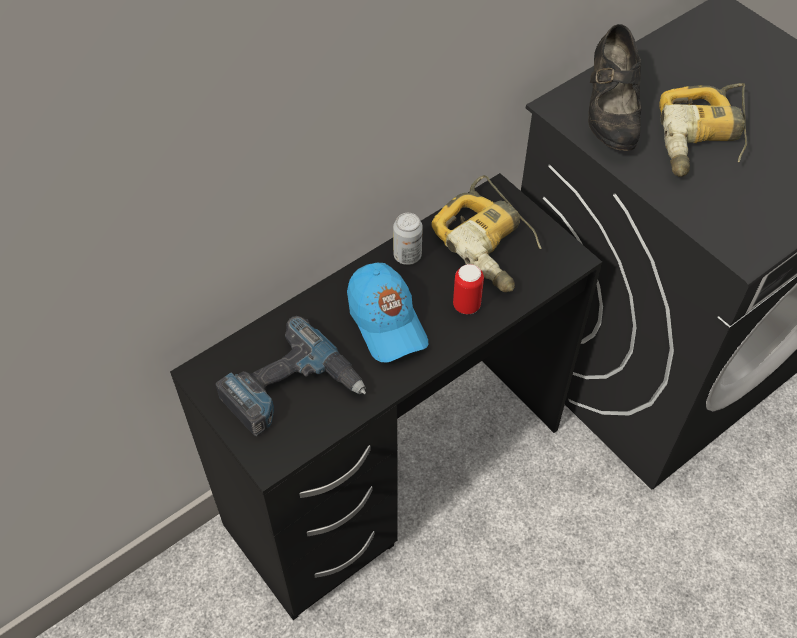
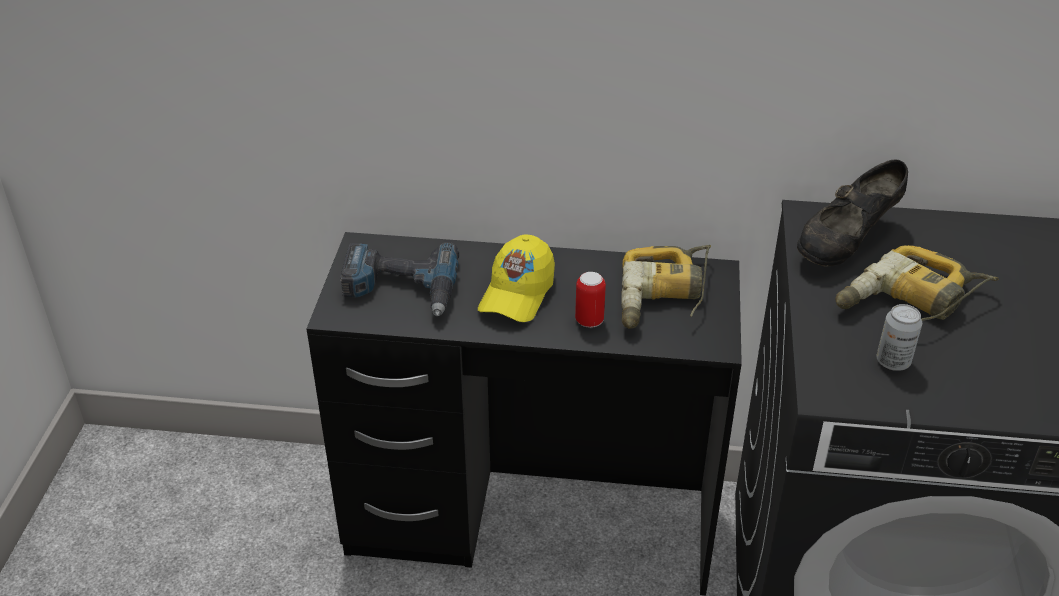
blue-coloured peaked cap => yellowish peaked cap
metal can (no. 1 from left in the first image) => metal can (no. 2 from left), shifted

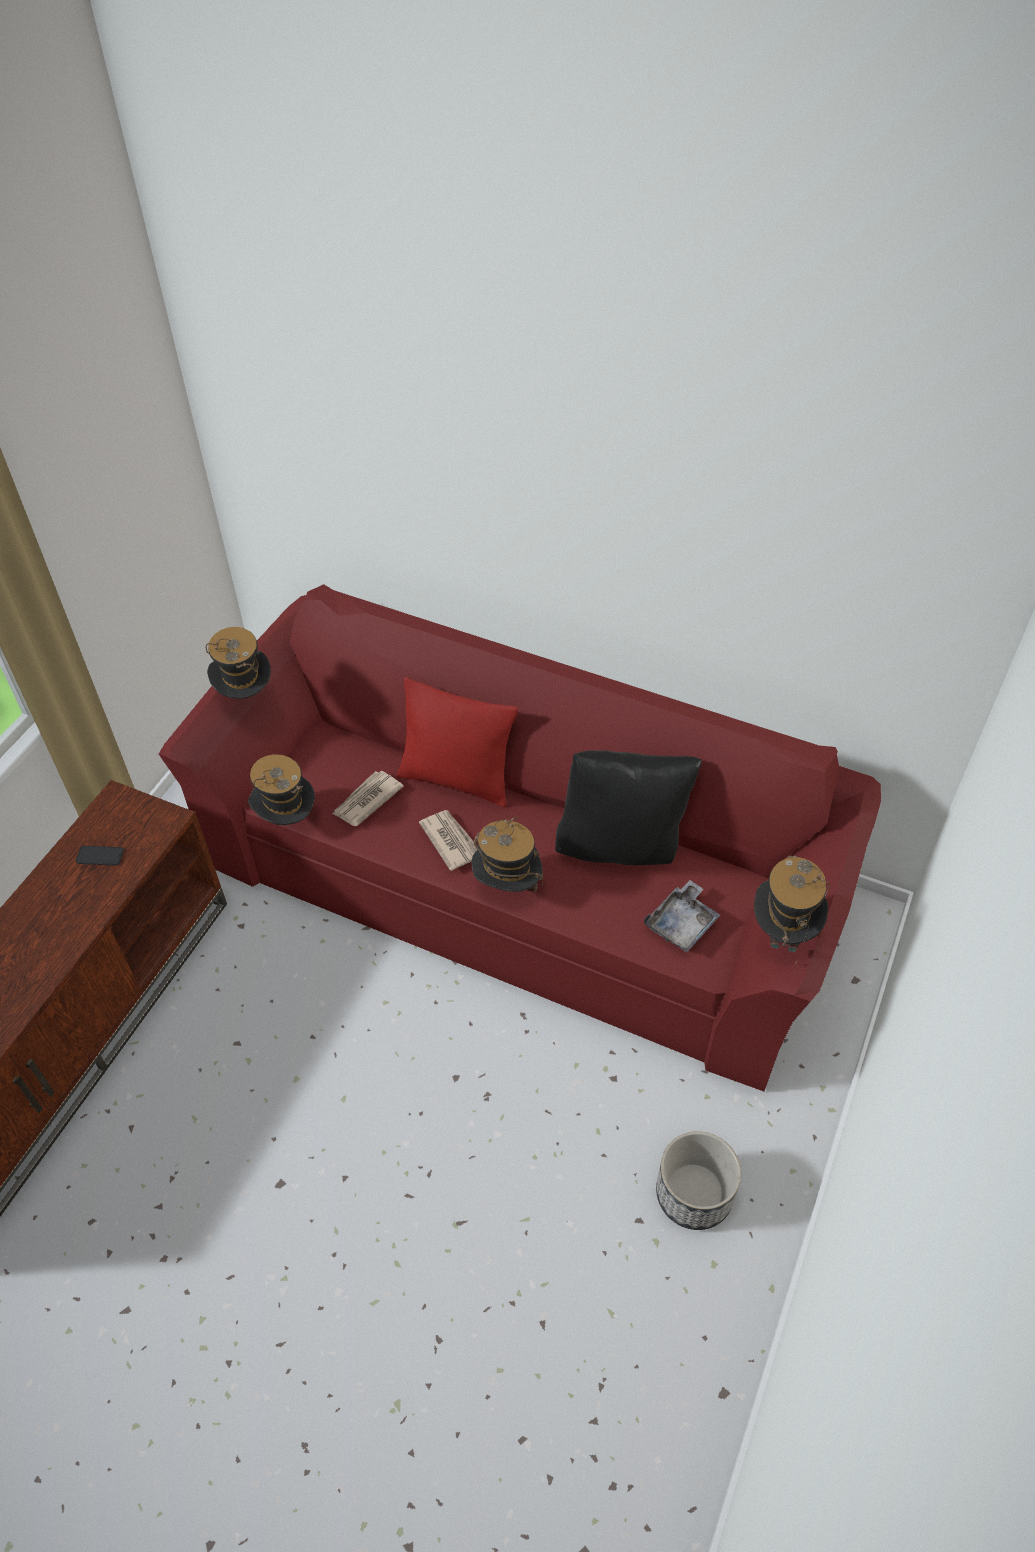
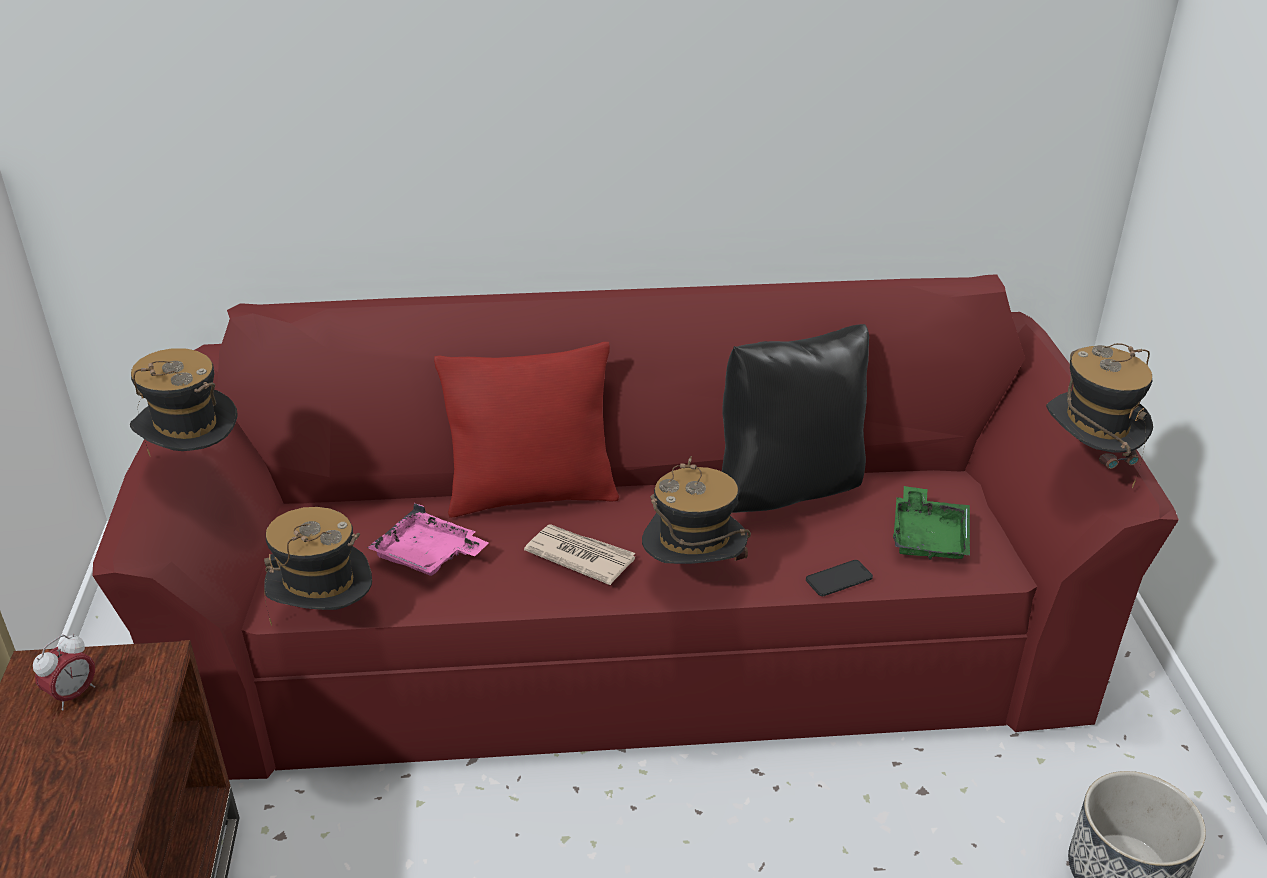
handset, shifted
daily paper (no. 1 from left) => pink serving tray
greyish serving tray => greenish serving tray
nothing => table clock

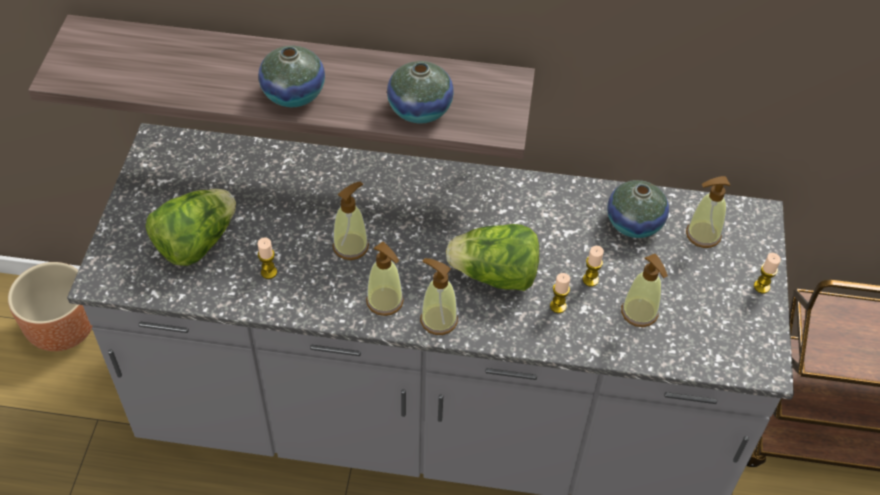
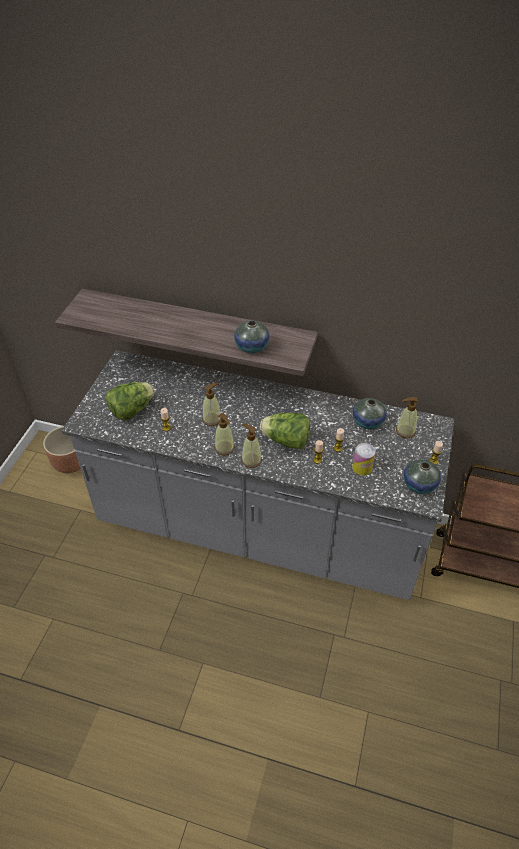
vase (no. 1 from left in the first image) => vase (no. 3 from left), shifted
soap dispenser (no. 4 from left) => metal can

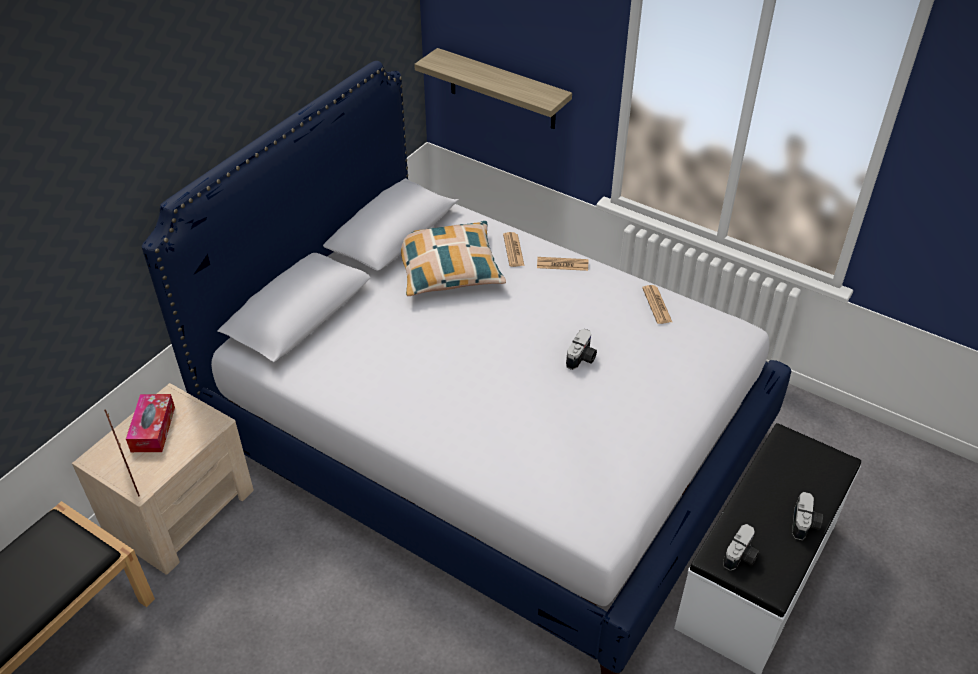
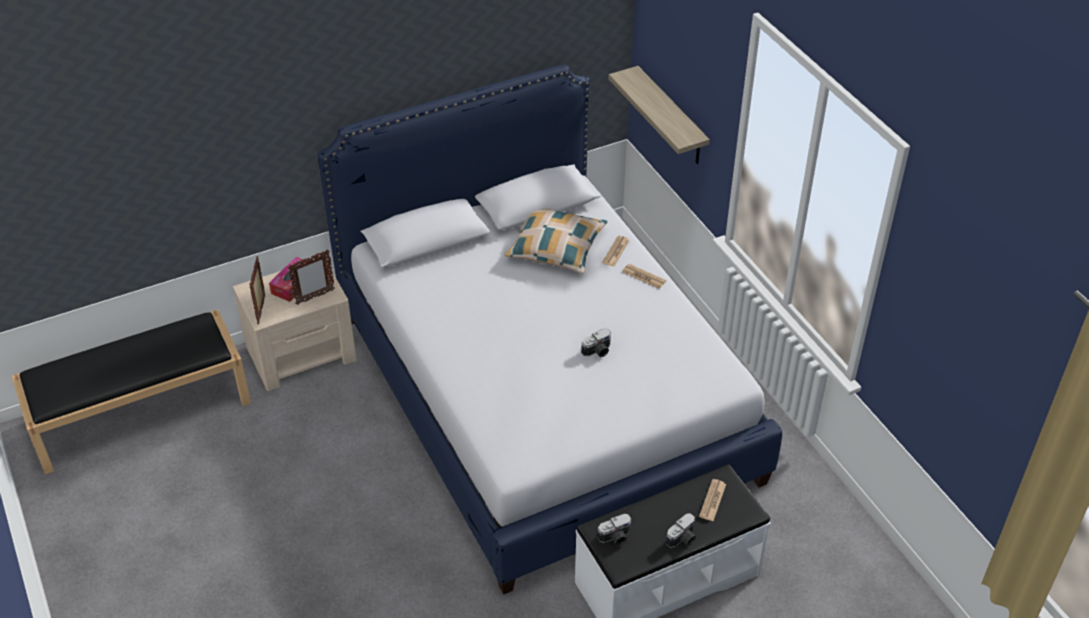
daily paper (no. 3 from left), shifted
nothing => photo frame (no. 2 from left)

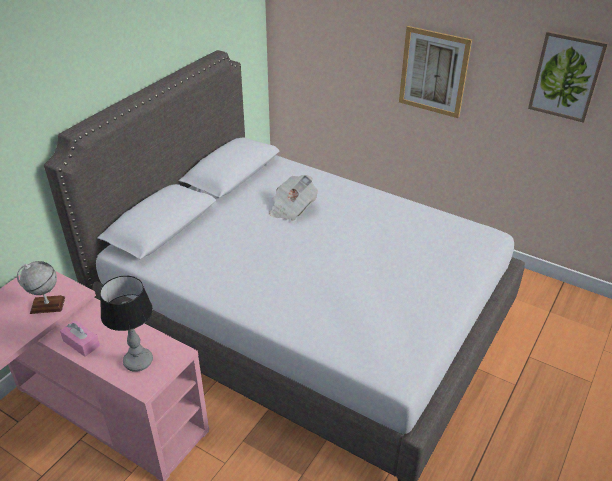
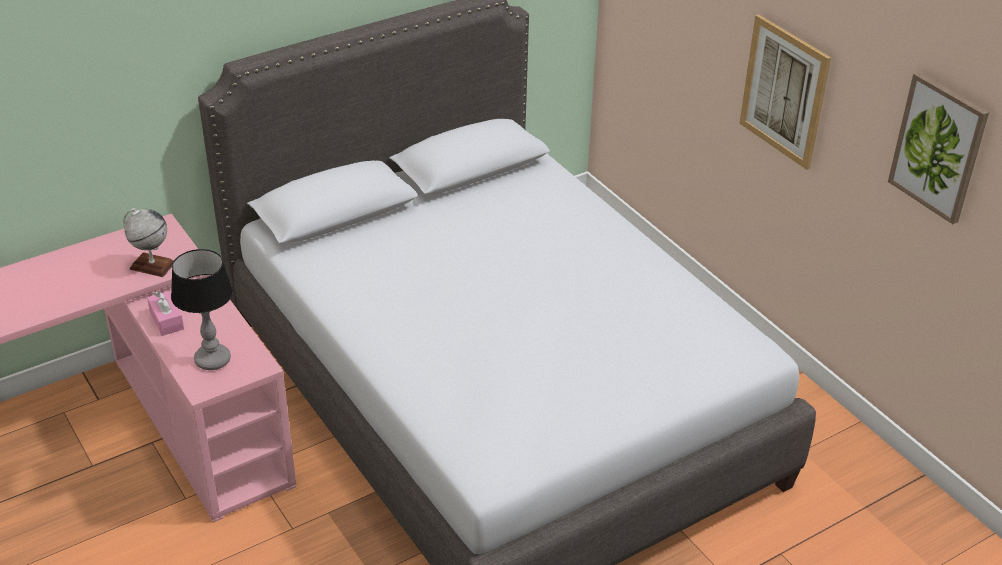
daily paper => nothing

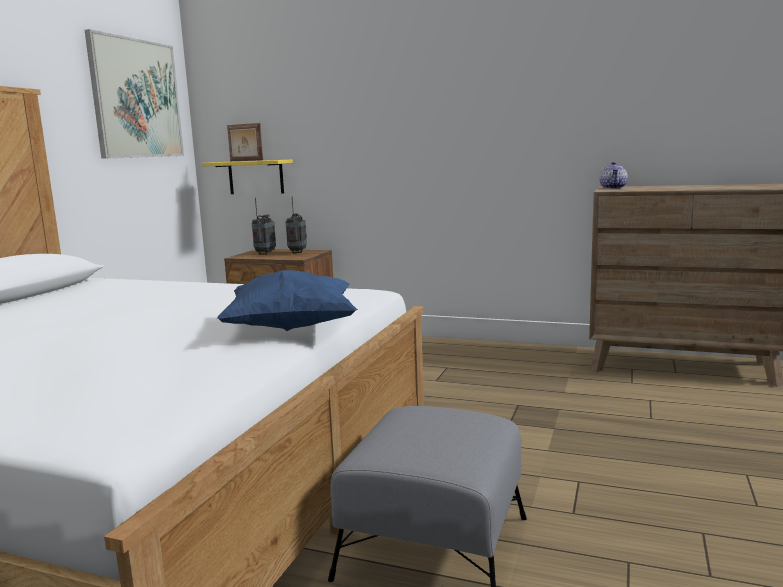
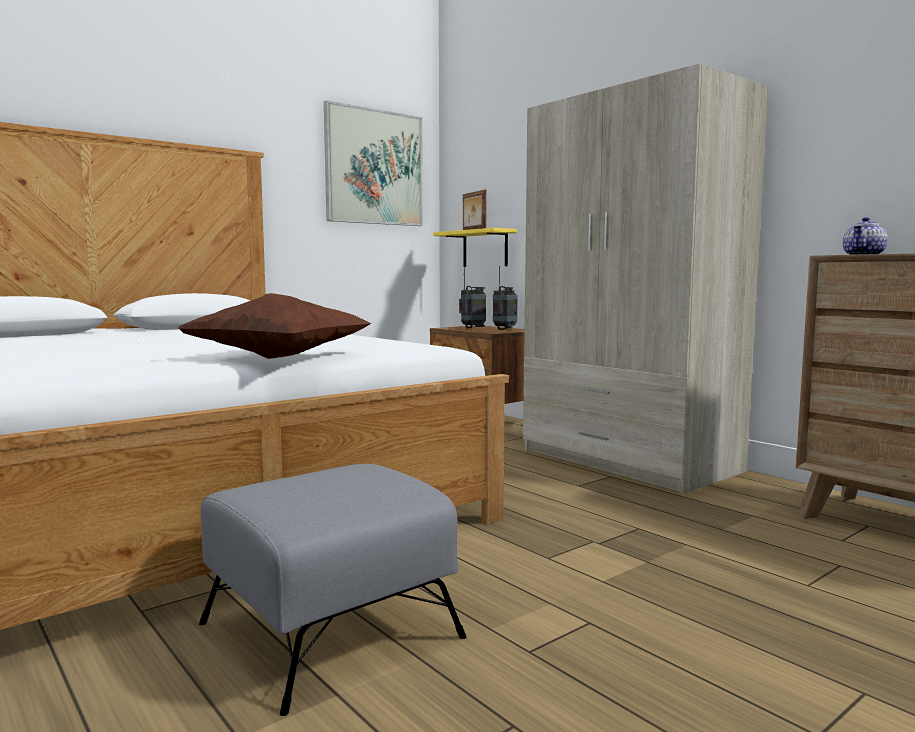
blue-coloured throw pillow => brownish throw pillow
nothing => beige-coloured clothes cupboard

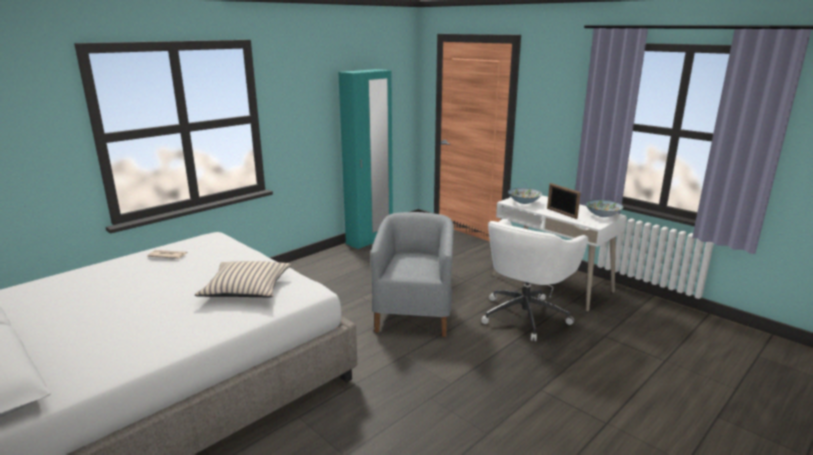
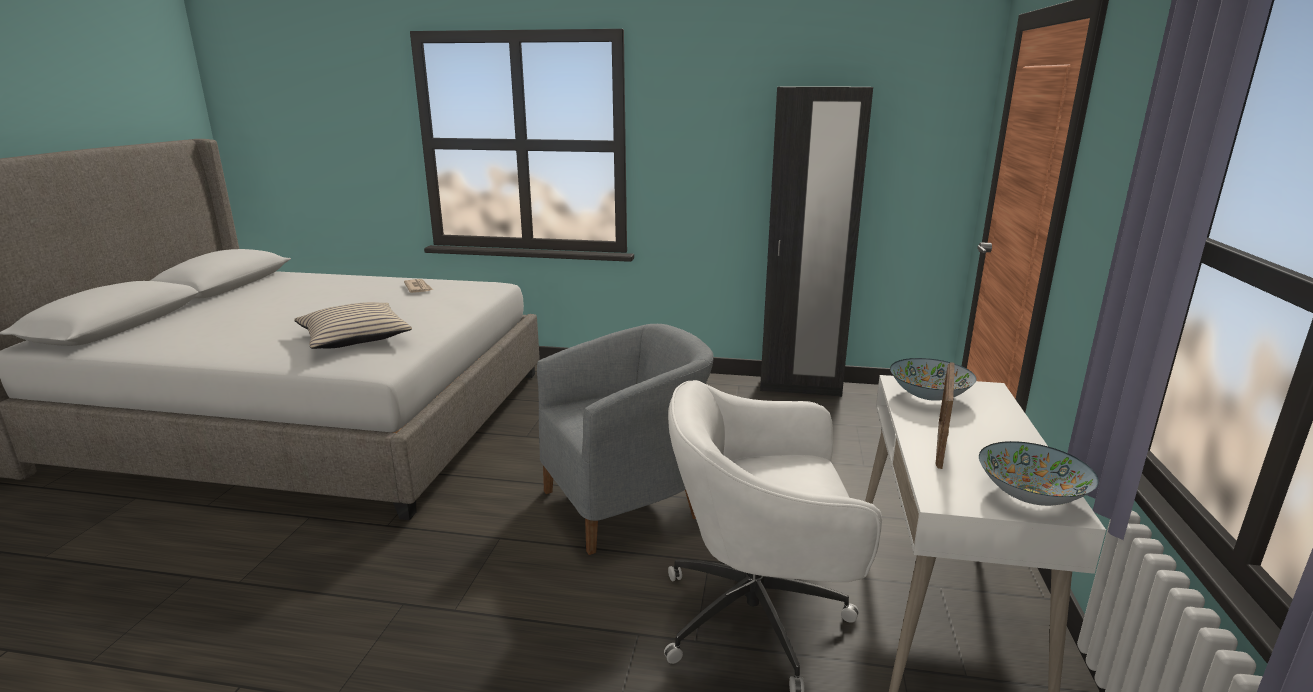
turquoise-coloured clothes cupboard => black-coloured clothes cupboard

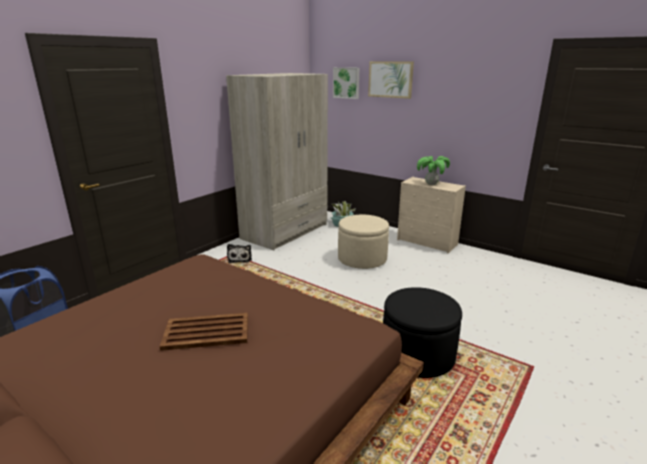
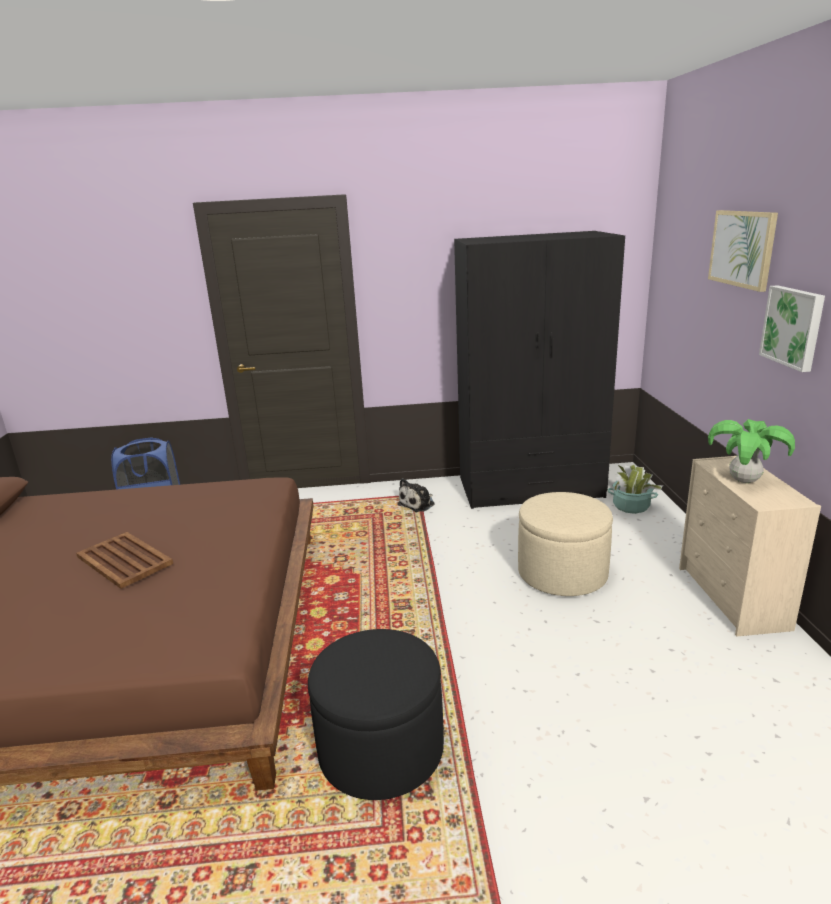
beige-coloured clothes cupboard => black-coloured clothes cupboard
wall art (no. 1 from left in the first image) => wall art (no. 2 from left), shifted

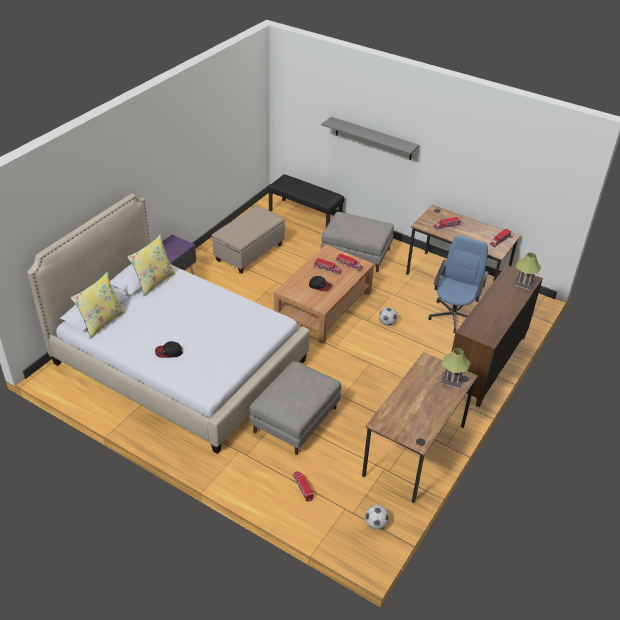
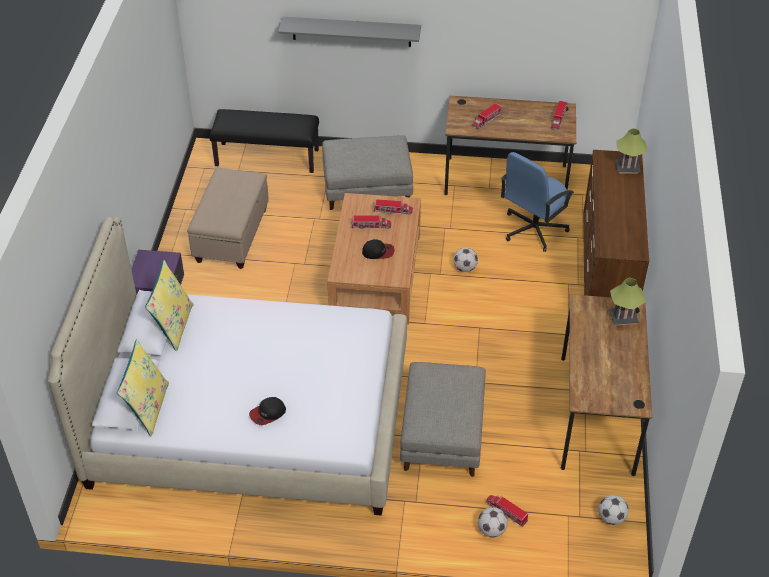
blue-coloured desk chair, 135 degrees counterclockwise
nothing => football (no. 2 from left)

